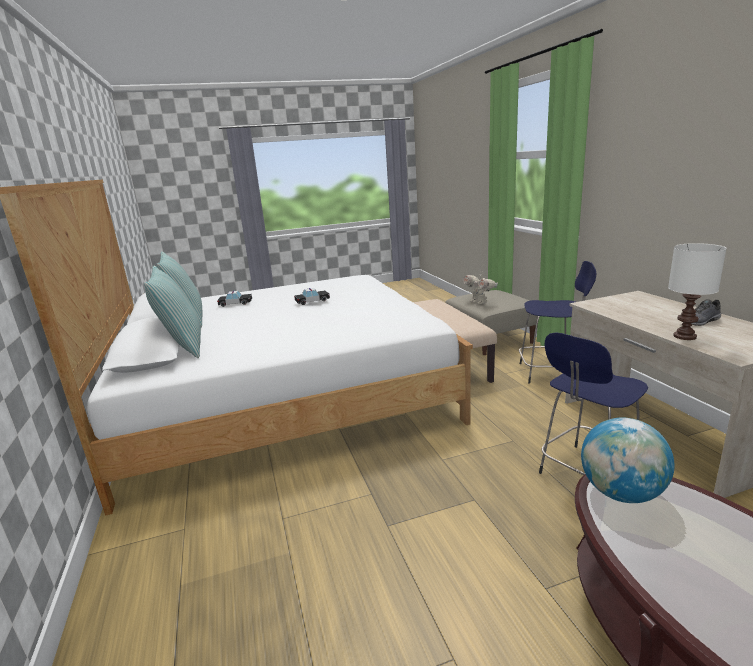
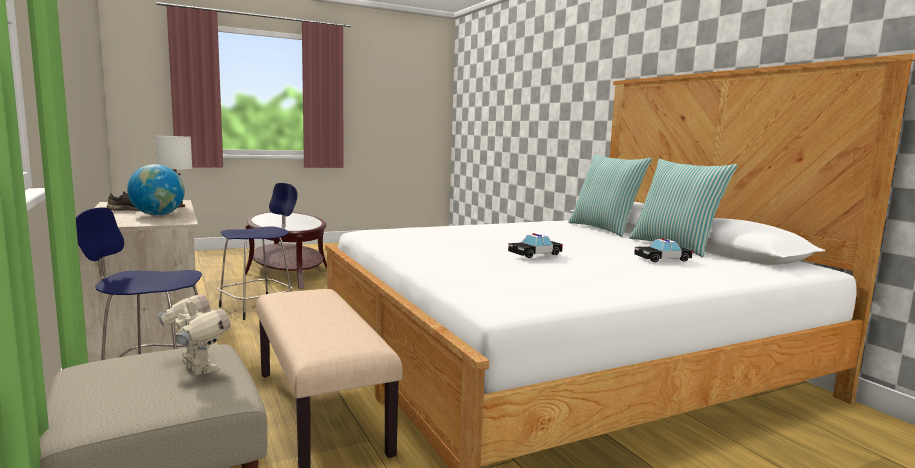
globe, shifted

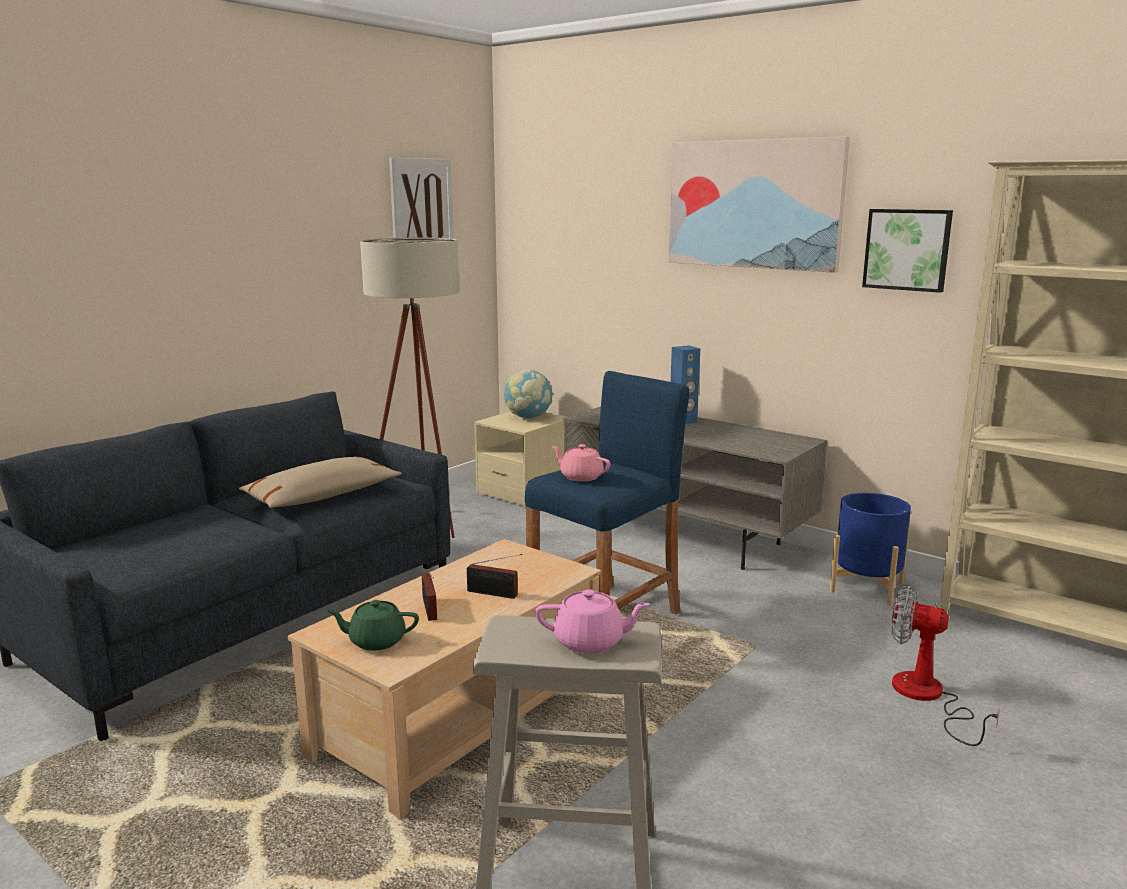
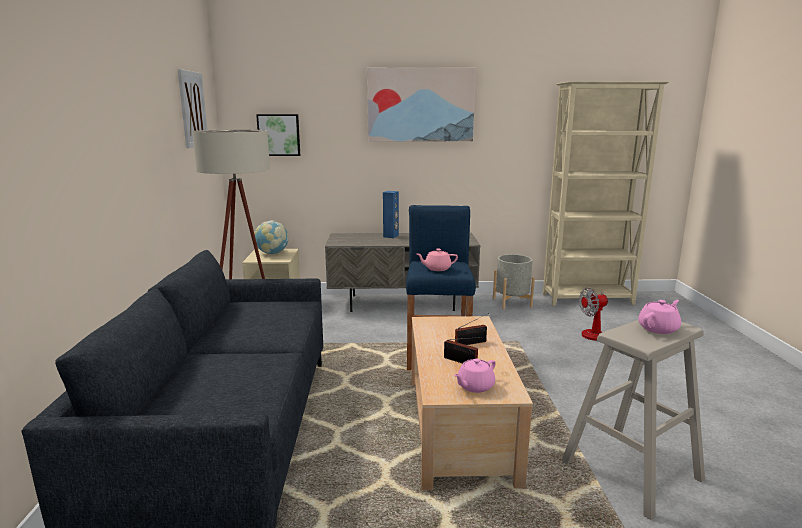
beige-coloured throw pillow => nothing
greenish tea pot => pink tea pot (no. 2 from left)
blue-coloured plant pot => greyish plant pot
wall art (no. 3 from left in the first image) => wall art (no. 2 from left), shifted

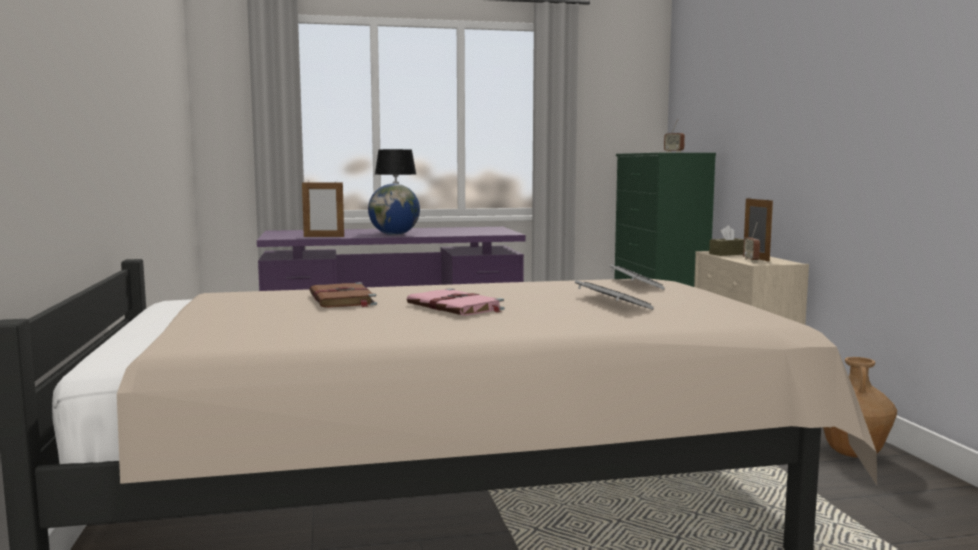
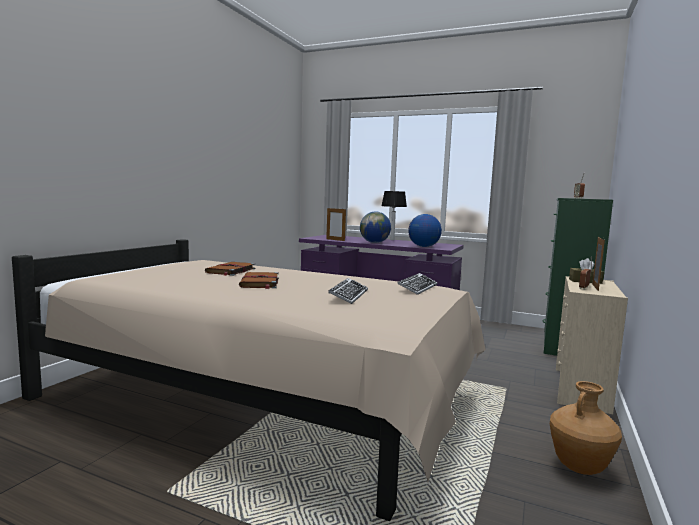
pink volume => brownish volume (no. 2 from left)
nothing => globe (no. 2 from left)

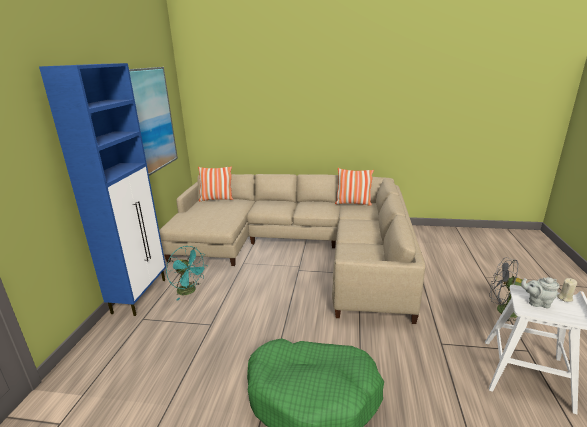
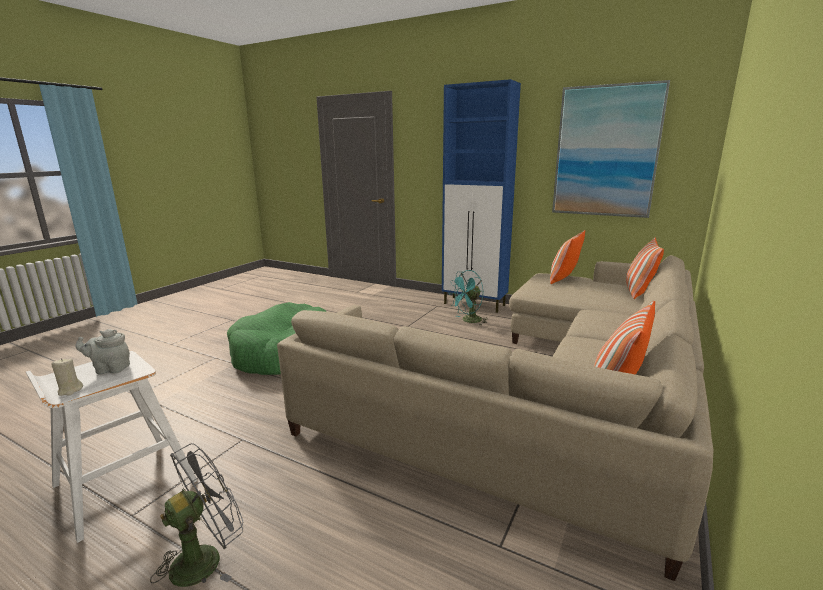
greyish tea pot, 135 degrees counterclockwise
nothing => throw pillow (no. 1 from left)

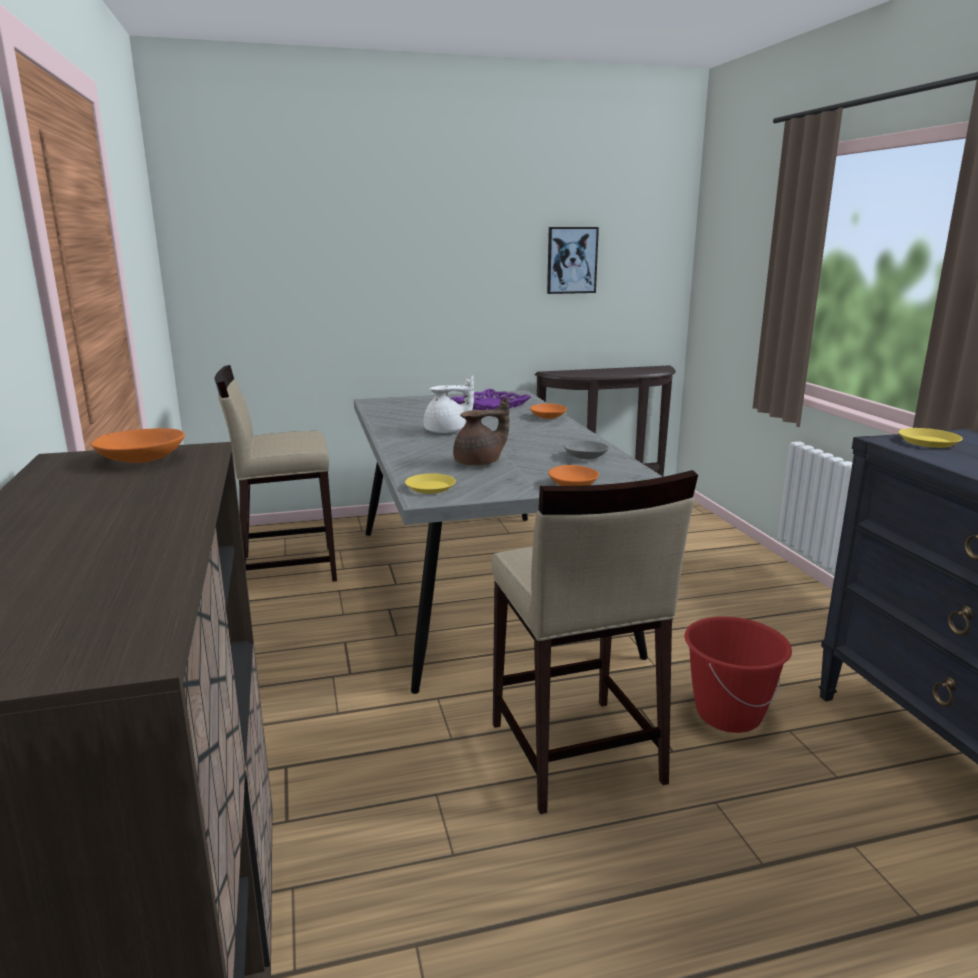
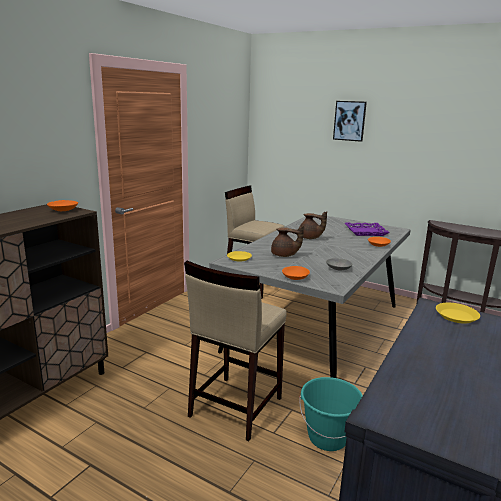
white-coloured tea pot => brownish tea pot (no. 2 from left)
wall art, shifted
red bucket => turquoise-coloured bucket

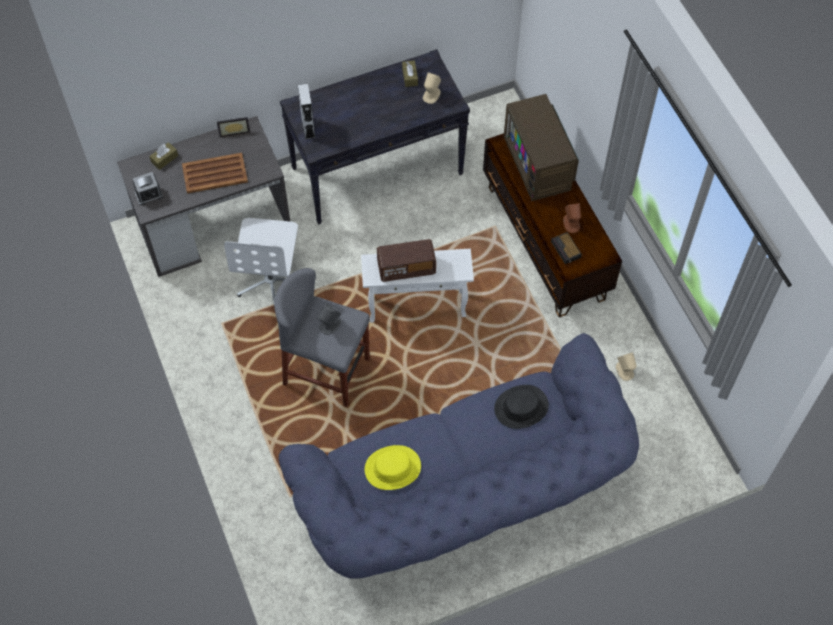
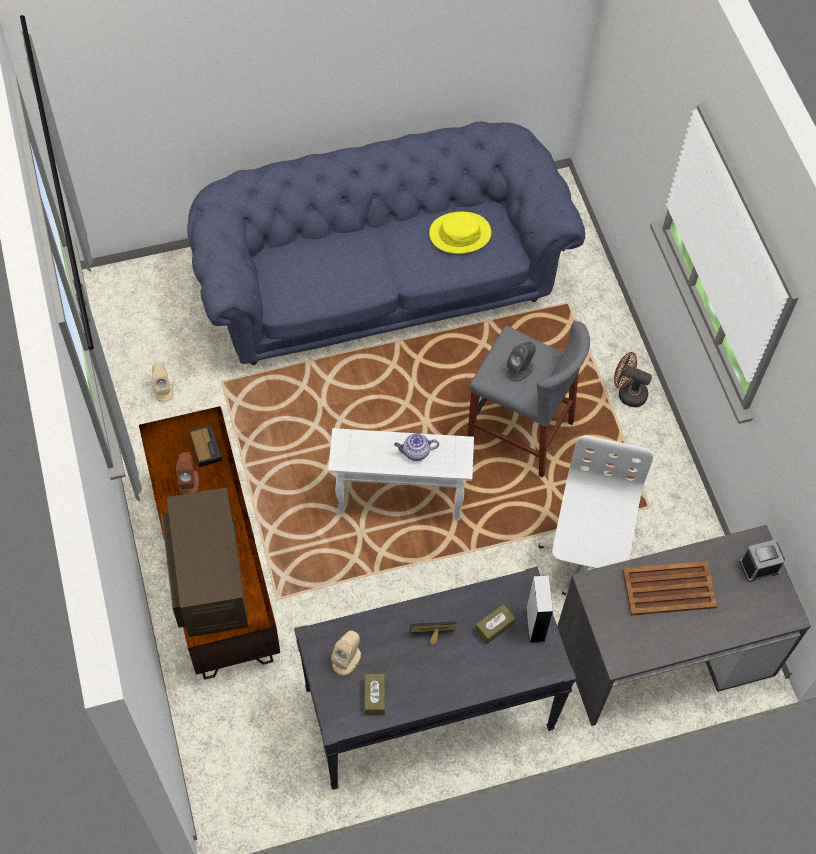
brownish box of tissues (no. 1 from left in the first image) => brownish box of tissues (no. 2 from left), shifted
photo frame, shifted
radio set => tea pot
black-coloured clothing hat => nothing
nothing => brownish cooling fan

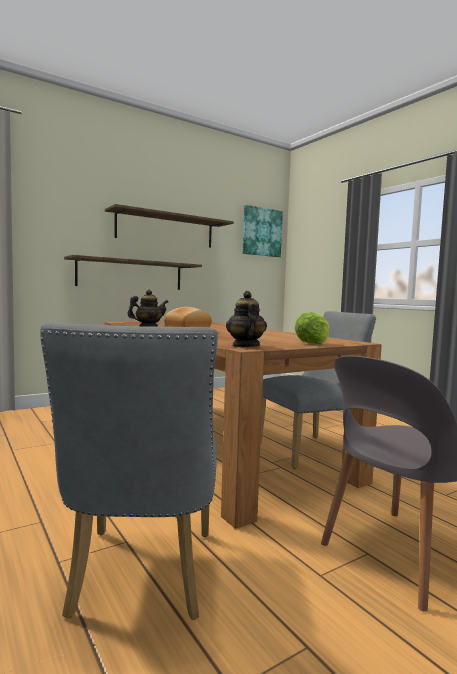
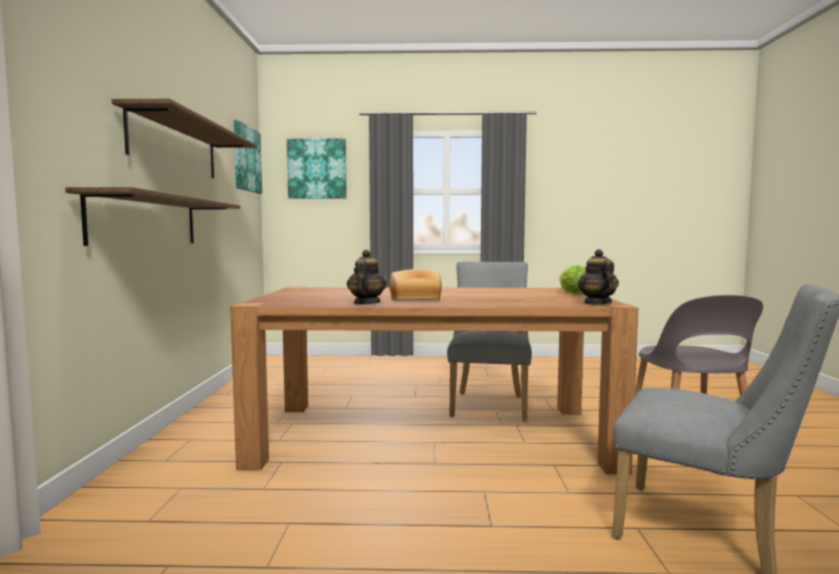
tea pot (no. 2 from left), 60 degrees clockwise
nothing => wall art (no. 2 from left)

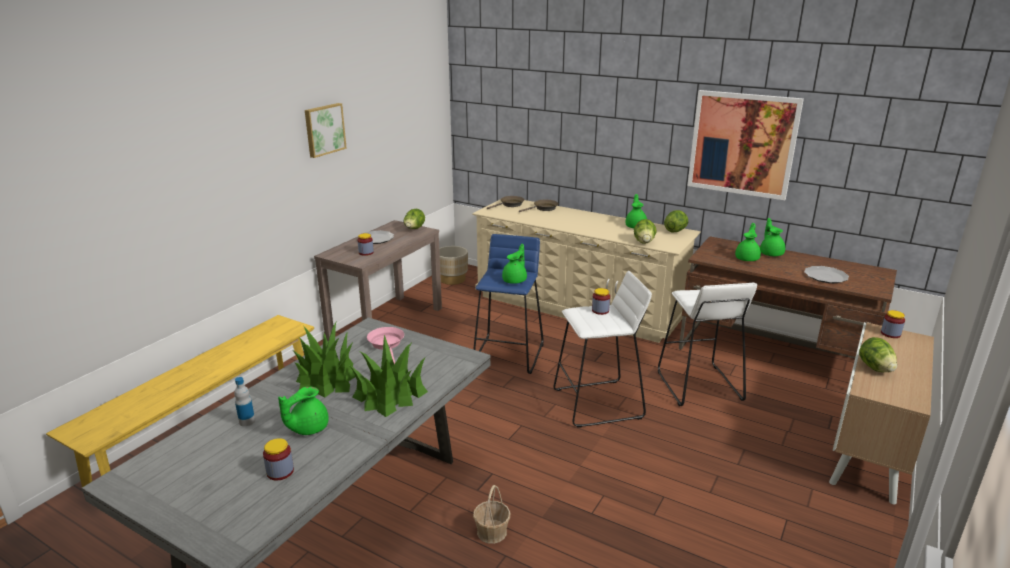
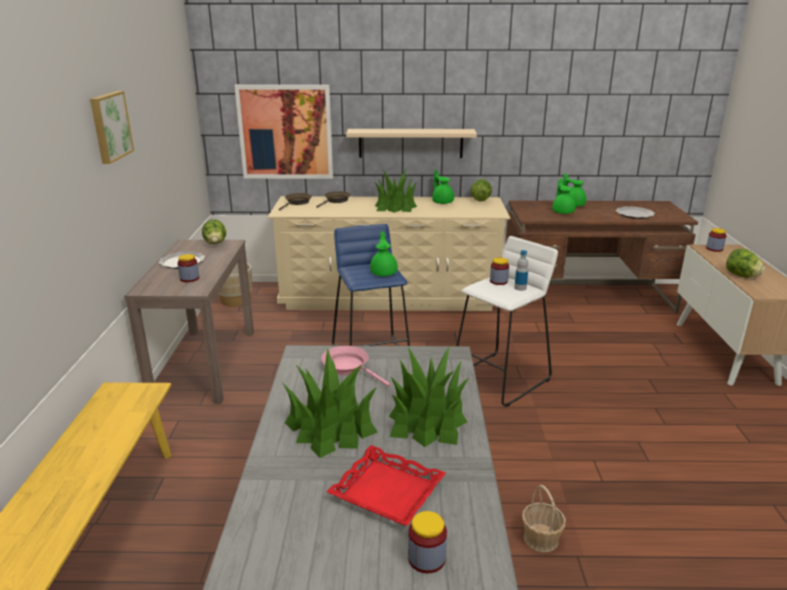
bottle, shifted
greenish tea pot (no. 1 from left) => red serving tray
lettuce head (no. 2 from left) => nothing
white-coloured stool (no. 2 from left) => nothing
wall art (no. 2 from left), shifted
nothing => beige-coloured shelf
nothing => potted plant (no. 2 from left)

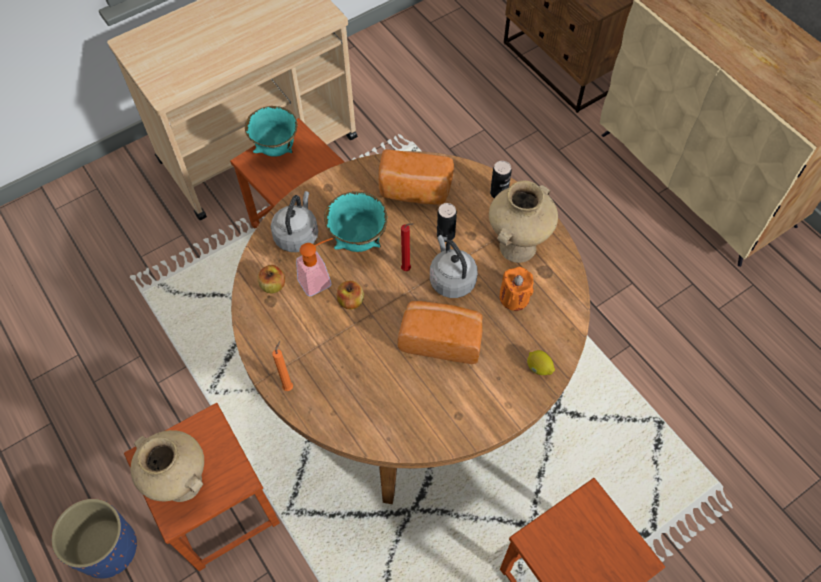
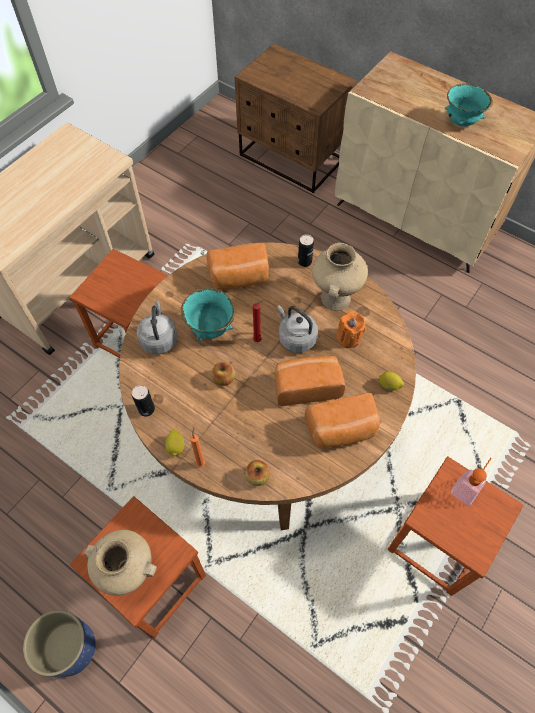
turquoise-coloured bowl (no. 1 from left in the first image) => turquoise-coloured bowl (no. 2 from left), shifted
apple fruit (no. 1 from left in the first image) => apple fruit (no. 2 from left), shifted
soap dispenser, shifted
metal can (no. 1 from left), shifted
nothing => whole lemon (no. 1 from left)
nothing => bakery bread (no. 3 from left)

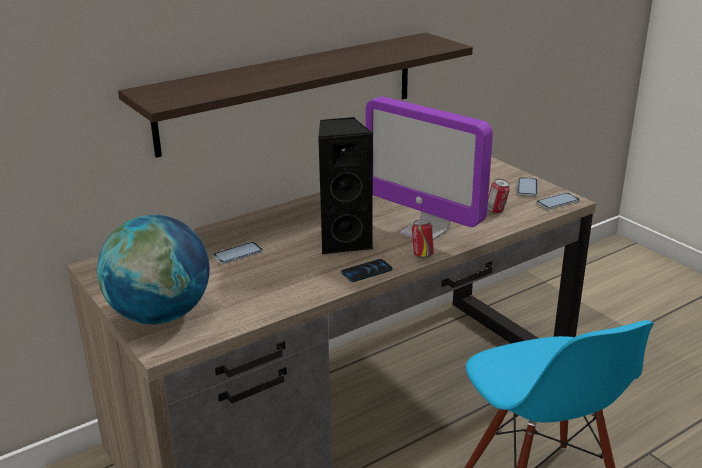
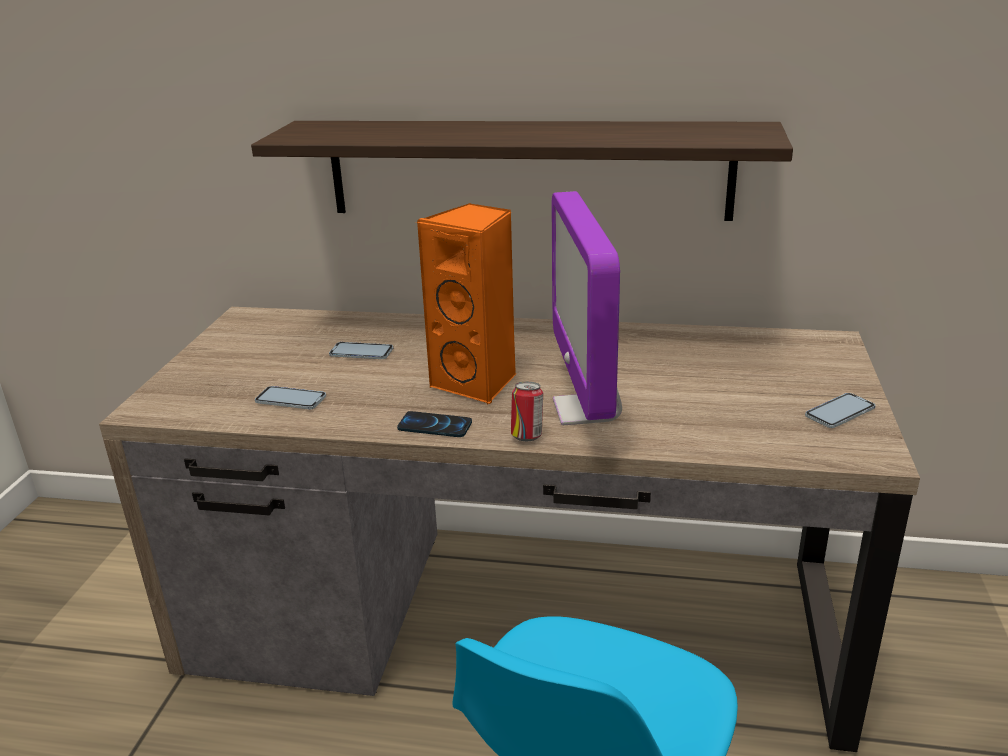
globe => nothing
black-coloured audio speaker => orange-coloured audio speaker
metal can (no. 2 from left) => nothing
handset (no. 4 from left in the first image) => handset (no. 1 from left), shifted

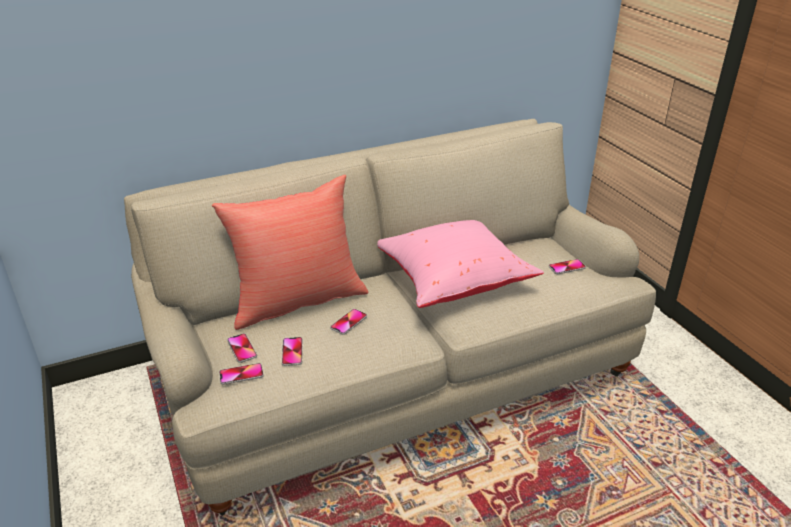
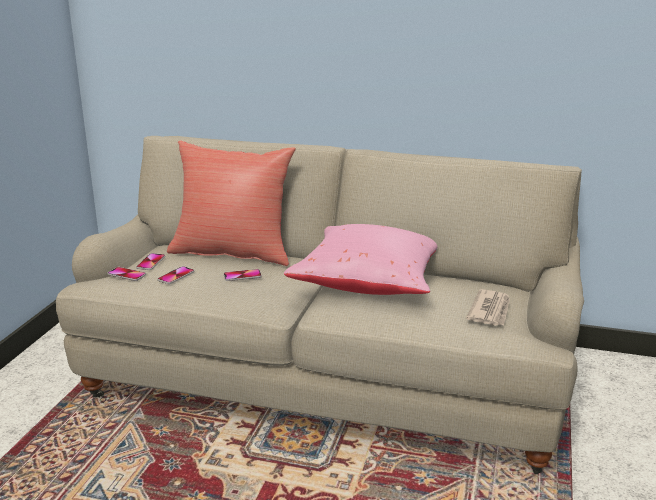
handset (no. 5 from left) => daily paper

